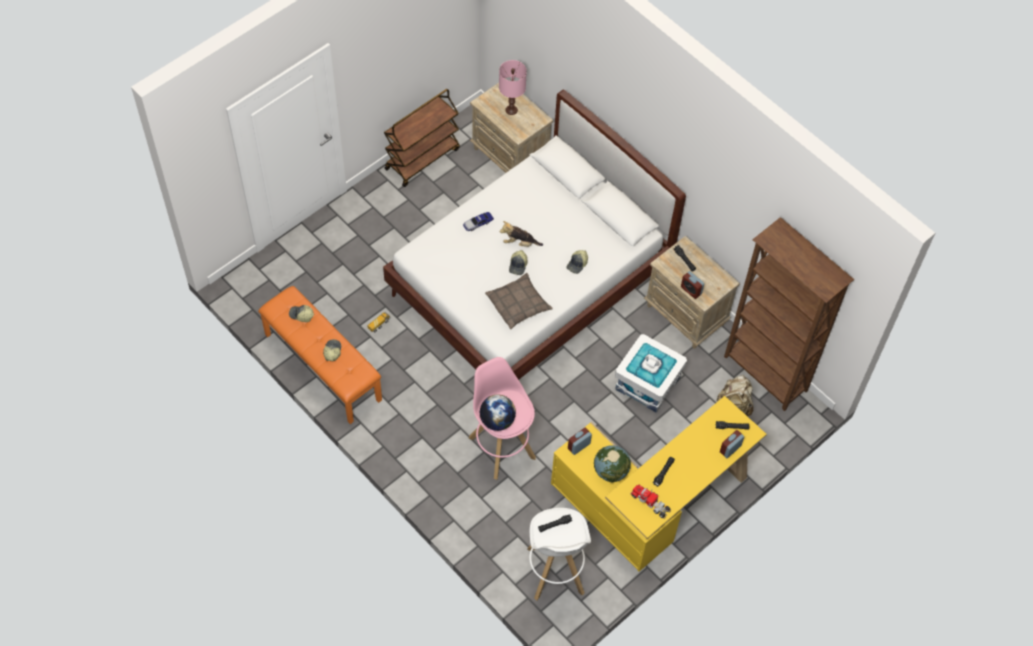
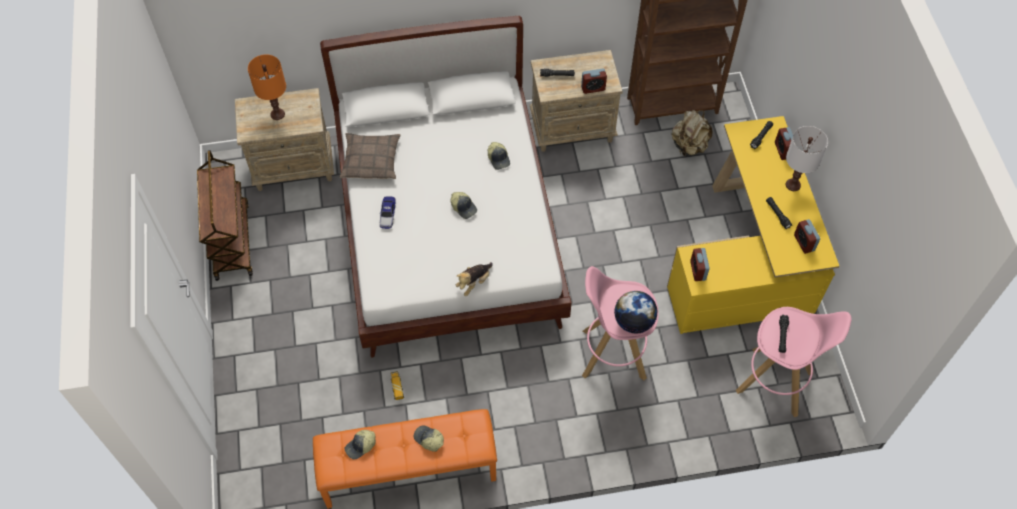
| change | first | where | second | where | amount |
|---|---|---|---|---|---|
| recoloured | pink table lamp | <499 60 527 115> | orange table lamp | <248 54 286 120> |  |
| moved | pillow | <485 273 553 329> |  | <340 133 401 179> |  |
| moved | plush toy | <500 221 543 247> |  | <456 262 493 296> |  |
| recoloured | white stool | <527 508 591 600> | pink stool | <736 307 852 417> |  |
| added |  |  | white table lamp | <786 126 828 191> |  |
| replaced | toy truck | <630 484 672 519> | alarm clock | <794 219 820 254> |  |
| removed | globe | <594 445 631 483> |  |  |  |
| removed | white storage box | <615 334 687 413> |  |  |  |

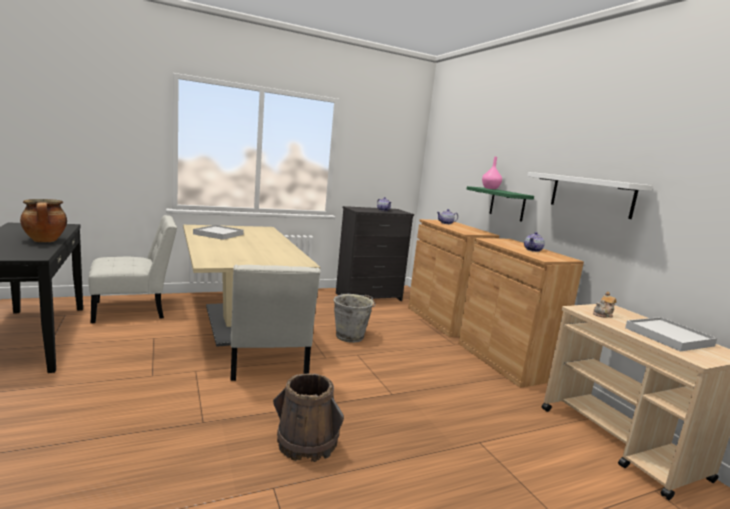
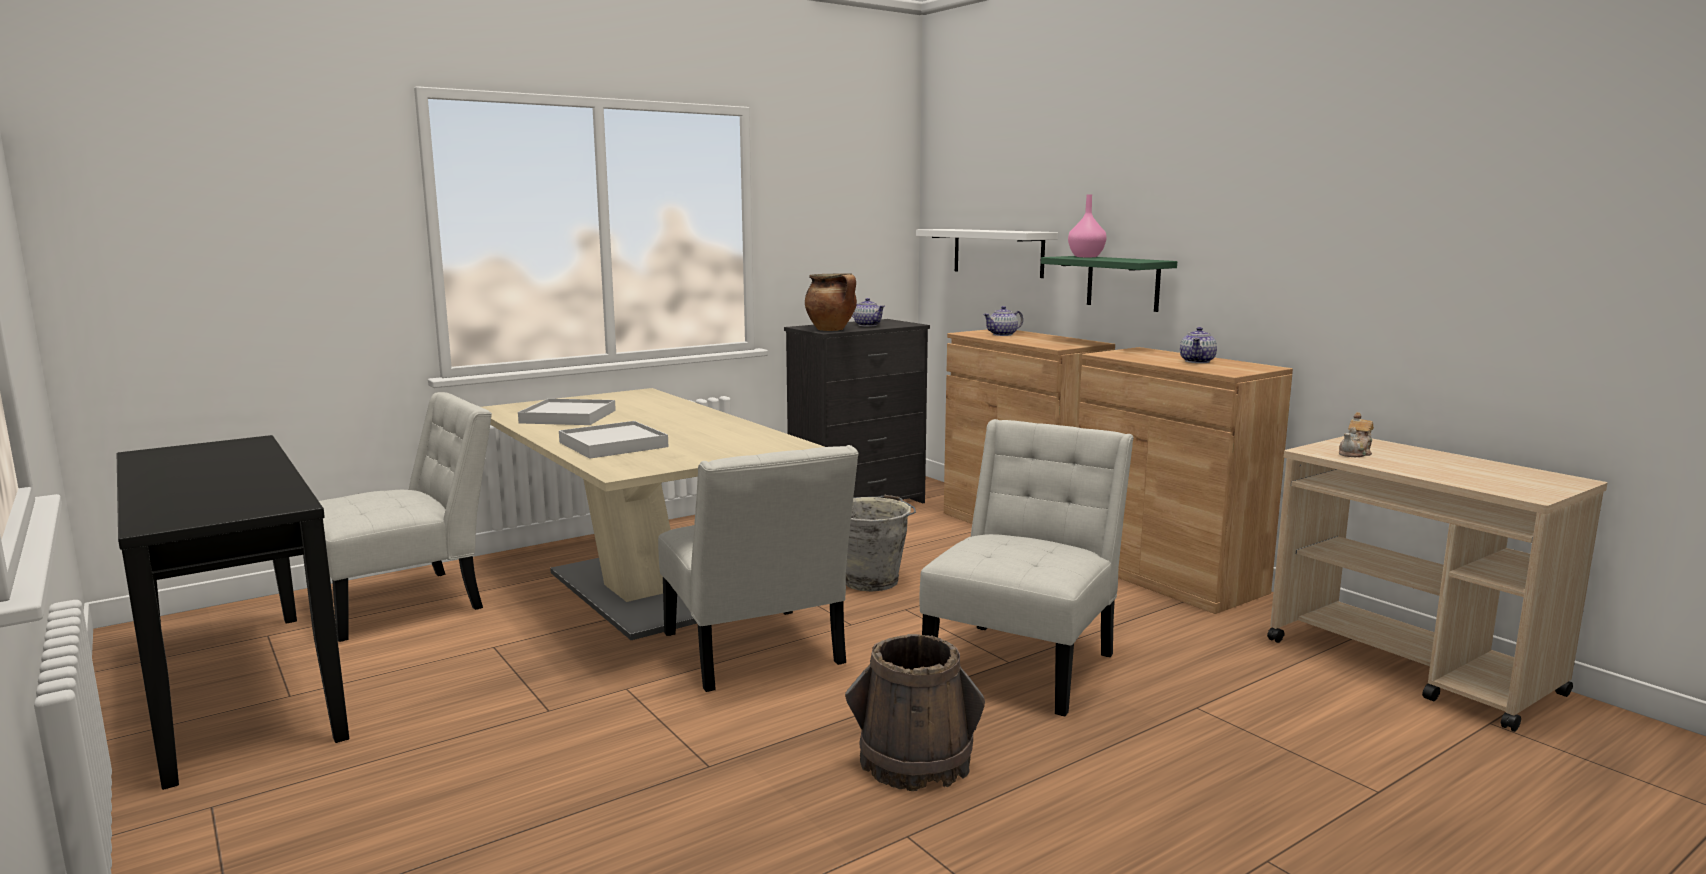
| change | first | where | second | where | amount |
|---|---|---|---|---|---|
| moved | white tray | <625 317 717 352> |  | <559 421 669 459> |  |
| moved | cooking pot | <20 199 67 242> |  | <805 273 857 331> |  |
| moved | white shelf | <527 172 653 219> |  | <916 229 1058 278> |  |
| added |  |  | white chair | <920 419 1134 717> |  |

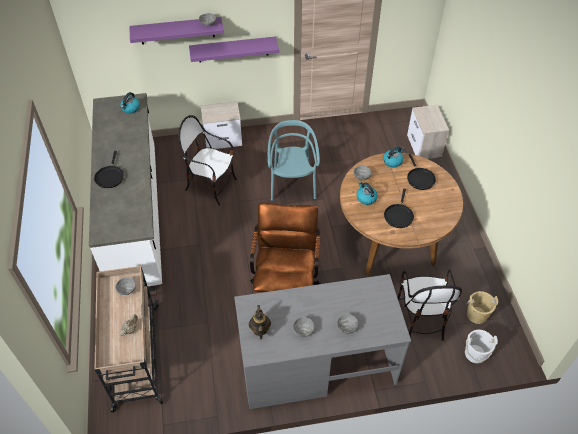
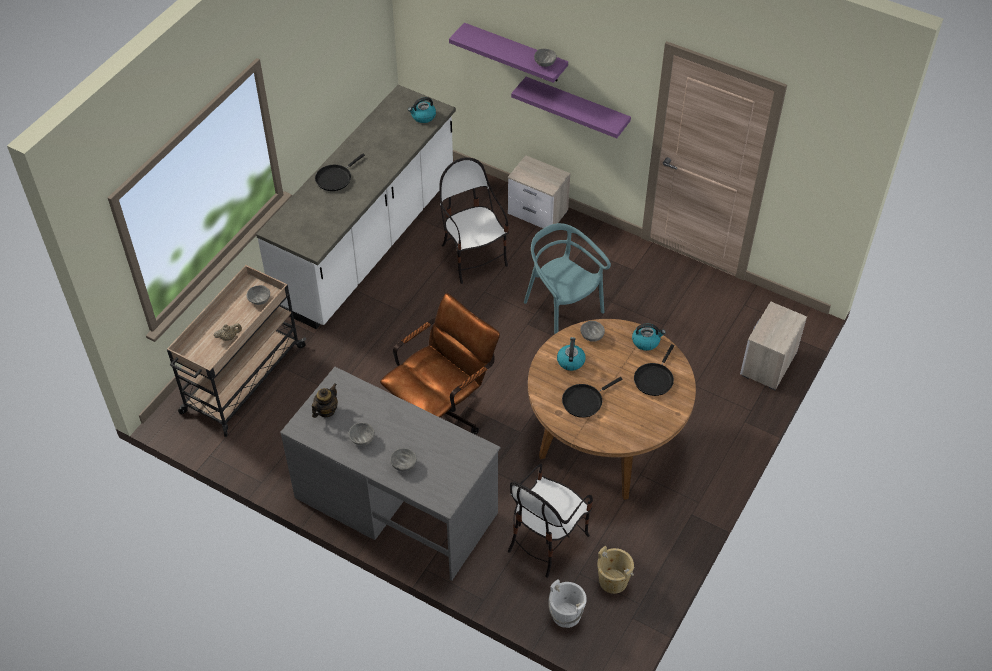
| change | first | where | second | where | amount |
|---|---|---|---|---|---|
| turned | turquoise chair | <268 120 320 201> |  | <524 223 611 334> | 75 degrees counterclockwise |

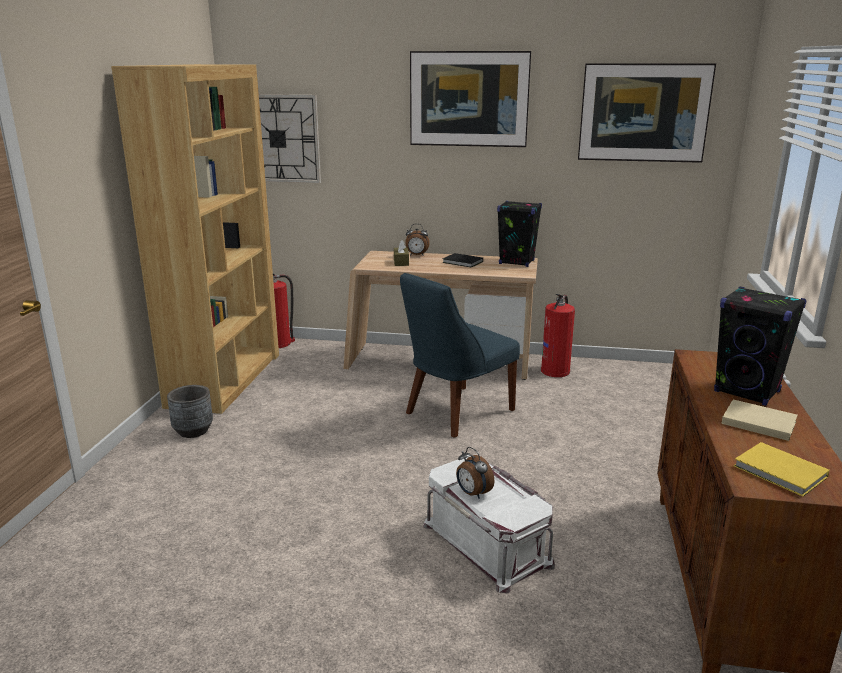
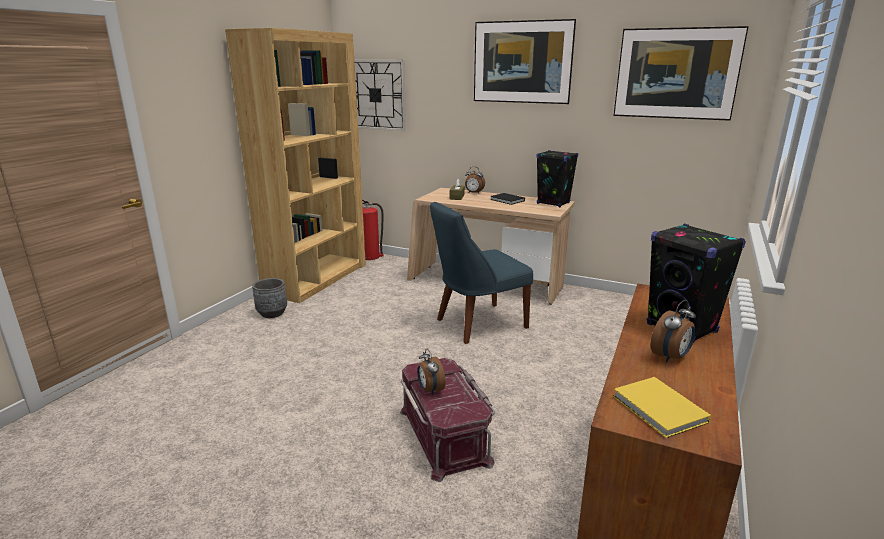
| change | first | where | second | where | amount |
|---|---|---|---|---|---|
| recoloured | white storage box | <423 456 555 593> | red storage box | <400 358 495 482> |  |
| replaced | beige book | <721 399 798 441> | alarm clock | <651 300 696 363> |  |
| removed | fire extinguisher | <541 294 575 377> |  |  |  |

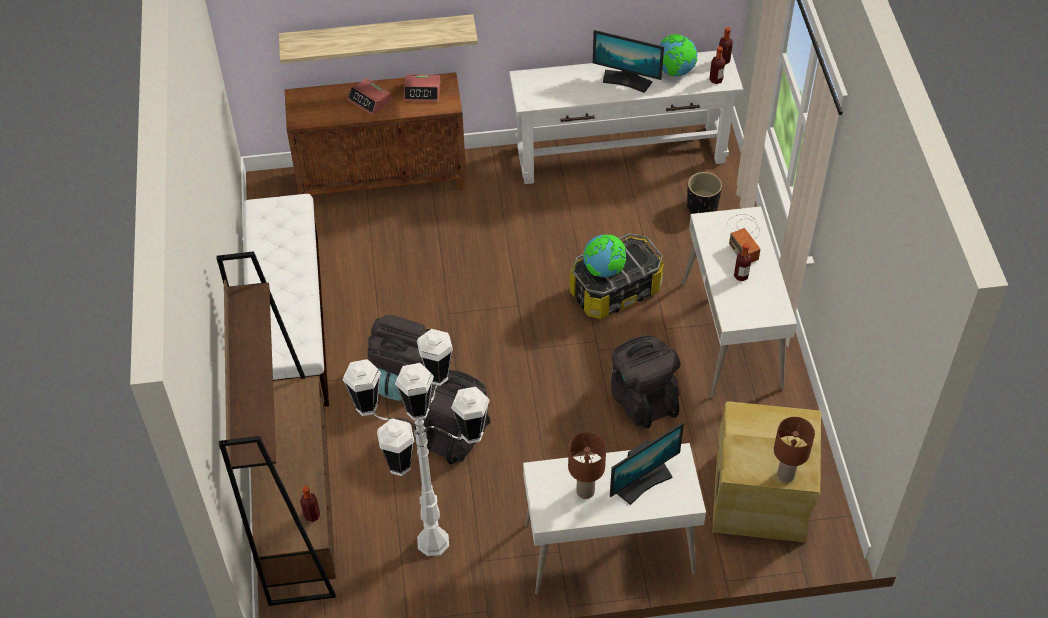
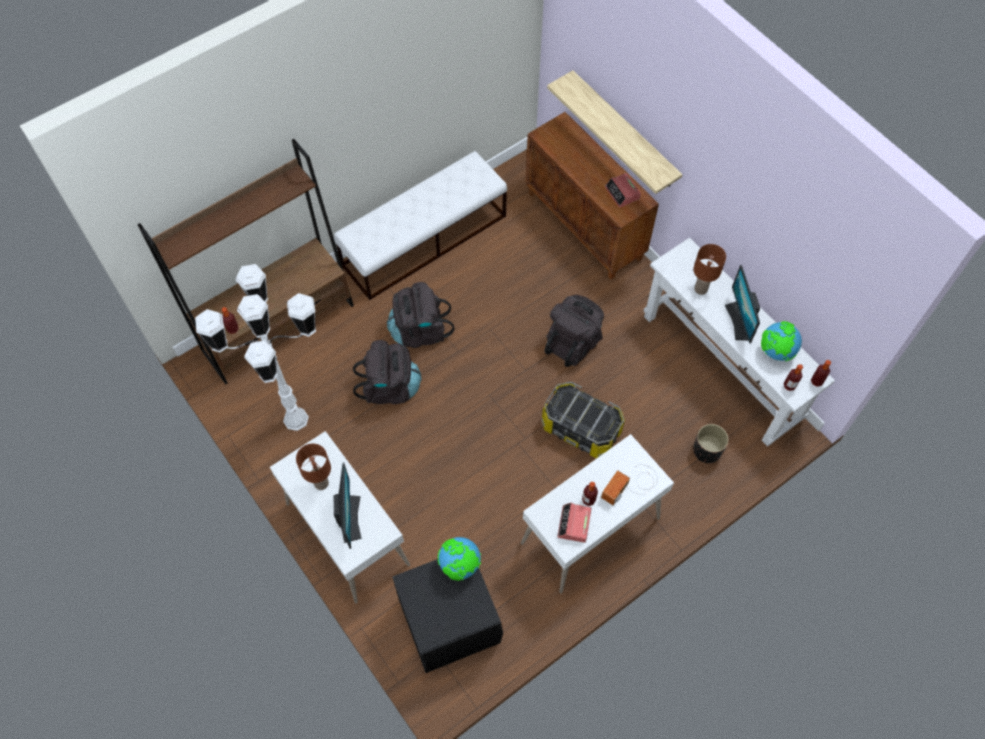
| change | first | where | second | where | amount |
|---|---|---|---|---|---|
| turned | monitor | <610 423 684 505> |  | <334 462 362 549> | 120 degrees counterclockwise |
| recoloured | beige storage box | <712 401 821 543> | black storage box | <392 559 503 673> |  |
| moved | globe | <583 234 626 277> |  | <438 537 481 581> |  |
| moved | black backpack | <611 335 680 428> |  | <544 295 604 367> |  |
| moved | alarm clock | <348 78 391 115> |  | <557 503 592 543> |  |
| moved | brown table lamp | <774 417 815 483> |  | <693 244 726 295> |  |

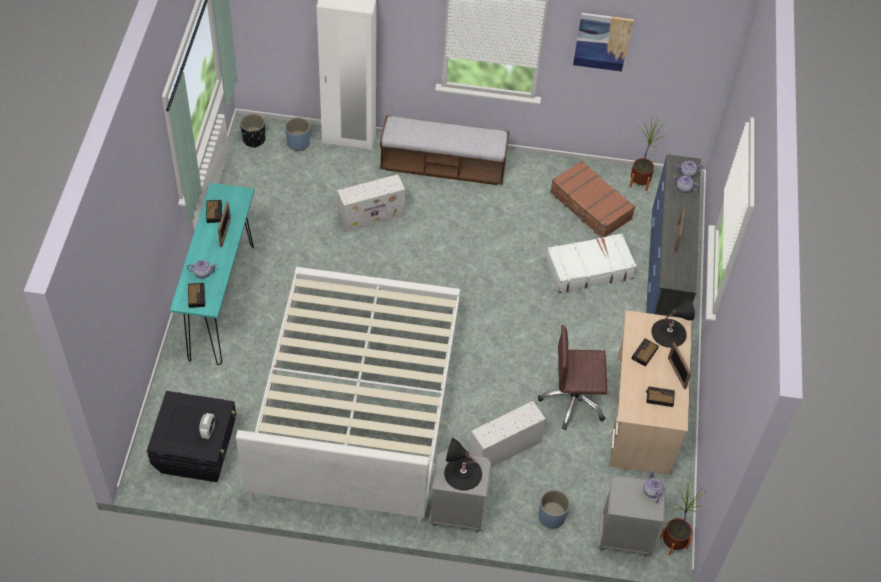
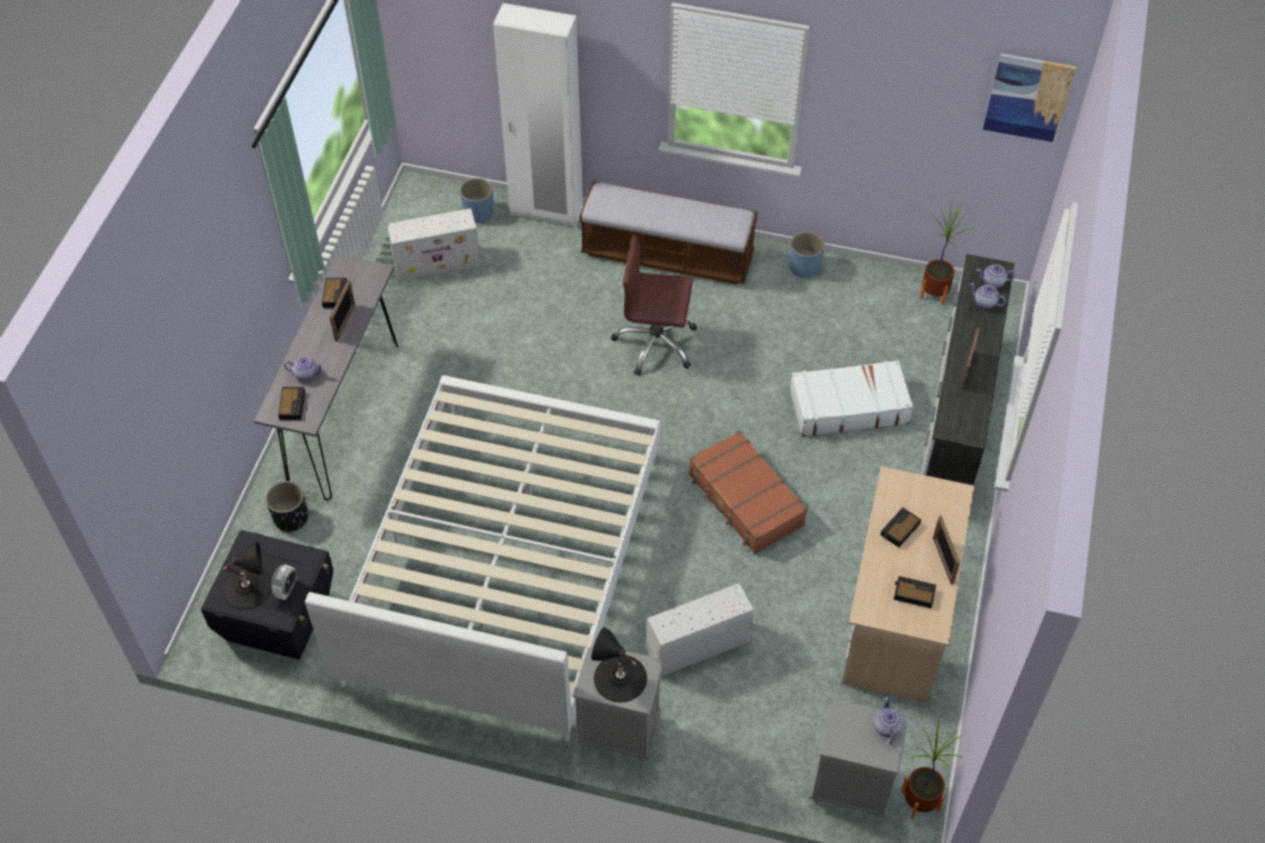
| change | first | where | second | where | amount |
|---|---|---|---|---|---|
| moved | black table lamp | <651 298 695 348> |  | <222 542 272 610> |  |
| recoloured | turquoise console table | <170 183 254 365> | grey console table | <254 254 398 500> |  |
| moved | black planter | <240 113 265 148> |  | <265 481 308 532> |  |
| moved | white storage box | <337 174 405 233> |  | <387 208 481 281> |  |
| moved | brown office chair | <538 325 607 430> |  | <611 235 697 375> |  |
| moved | brown suitcase | <550 161 635 238> |  | <689 430 808 554> |  |
| moved | blue planter | <538 490 570 529> |  | <790 232 825 279> |  |
| recoloured | blue dresser | <646 154 701 318> | white dresser | <921 254 1015 485> |  |
| moved | picture | <573 13 634 72> |  | <983 53 1076 142> |  |

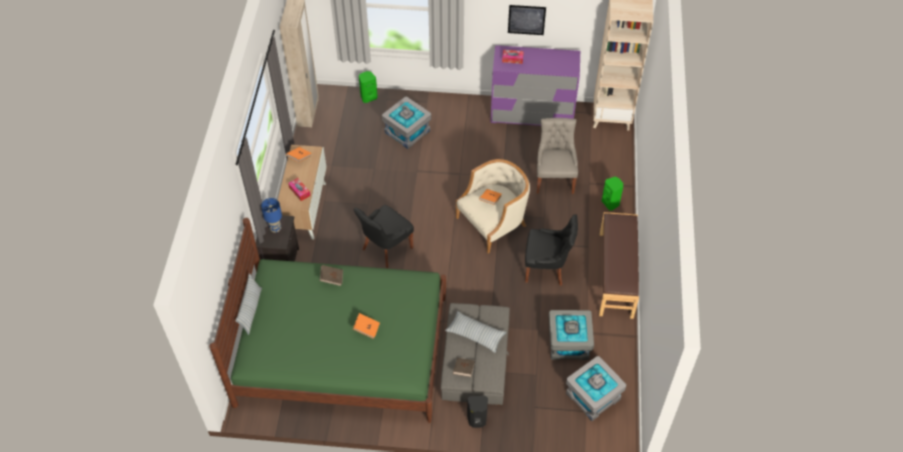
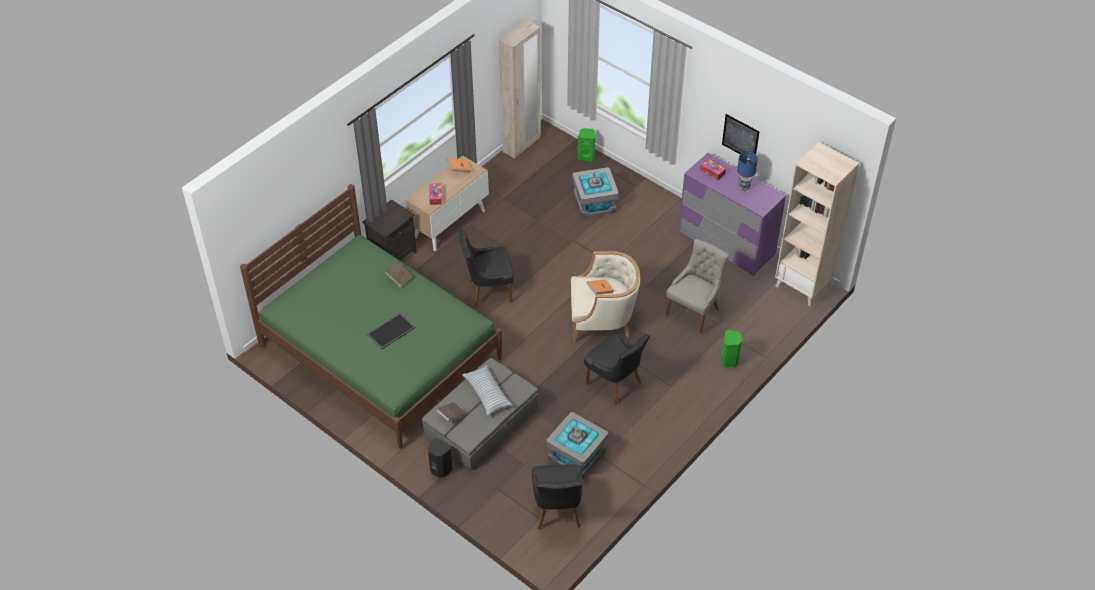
| change | first | where | second | where | amount |
|---|---|---|---|---|---|
| replaced | orange book | <353 313 380 339> | tray | <367 313 415 349> |  |
| replaced | grey storage box | <566 356 626 421> | black chair | <532 465 582 529> |  |
| moved | blue table lamp | <261 198 282 233> |  | <737 152 758 190> |  |
| removed | pillow | <235 273 262 335> |  |  |  |
| removed | brown bench | <599 212 639 319> |  |  |  |

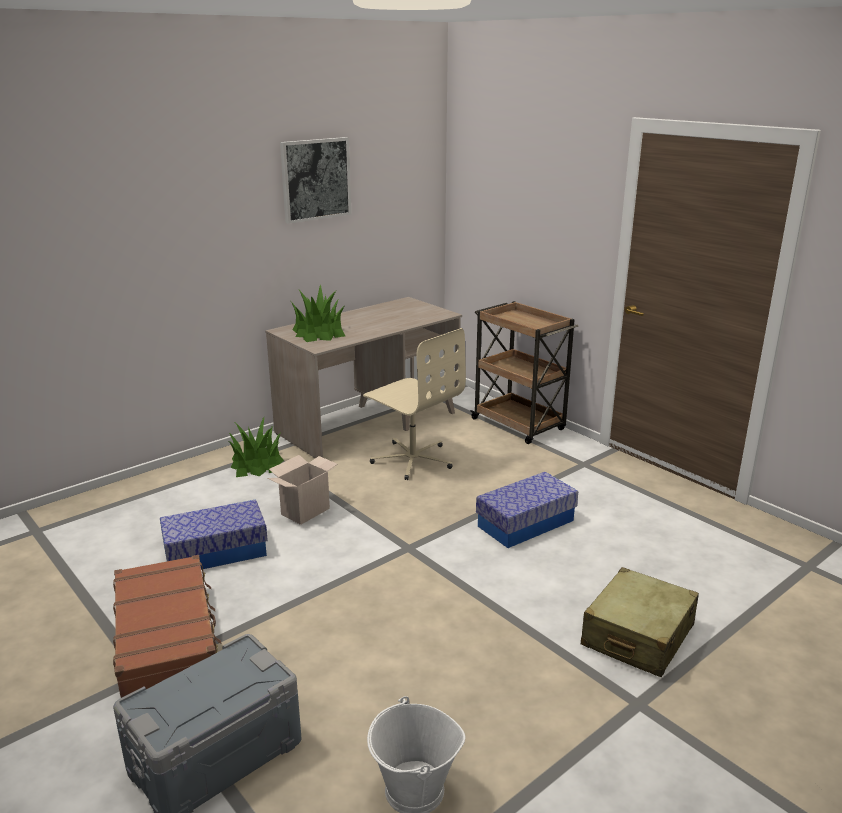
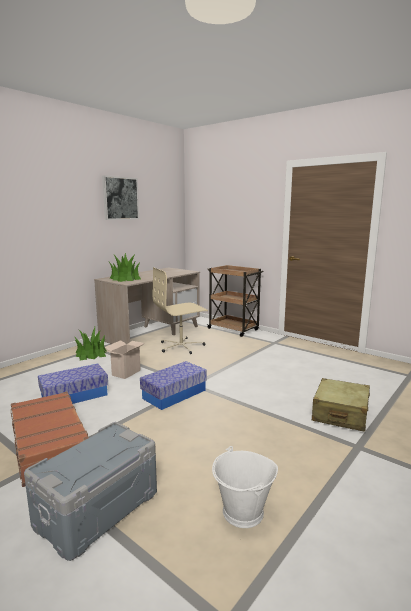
| change | first | where | second | where | amount |
|---|---|---|---|---|---|
| moved | storage box | <476 472 578 548> |  | <140 361 207 410> |  |
| turned | beige office chair | <363 328 466 480> |  | <153 267 208 354> | 120 degrees clockwise |

